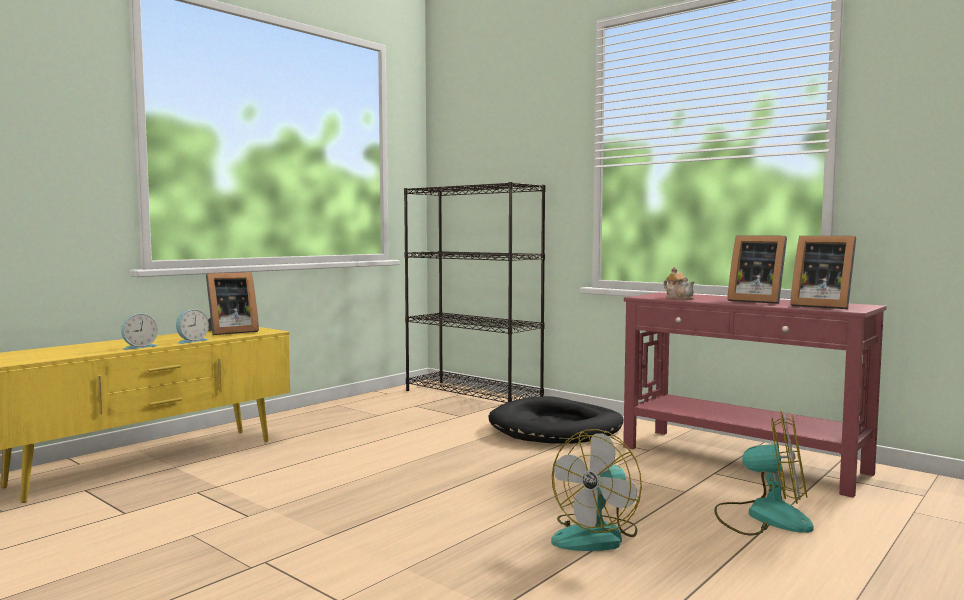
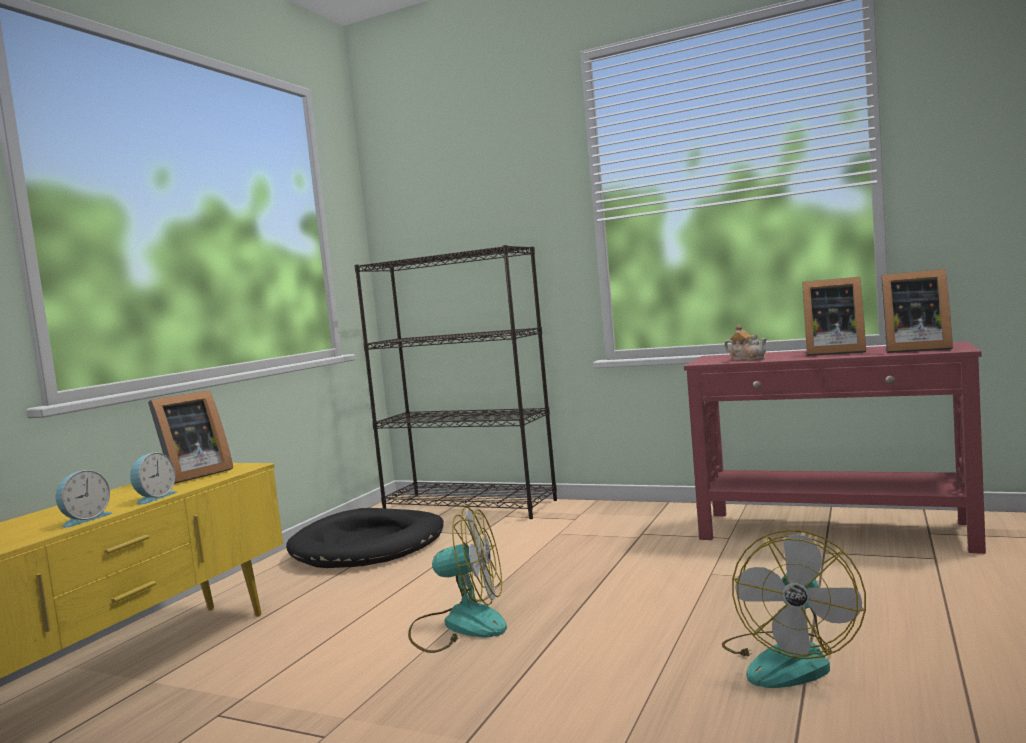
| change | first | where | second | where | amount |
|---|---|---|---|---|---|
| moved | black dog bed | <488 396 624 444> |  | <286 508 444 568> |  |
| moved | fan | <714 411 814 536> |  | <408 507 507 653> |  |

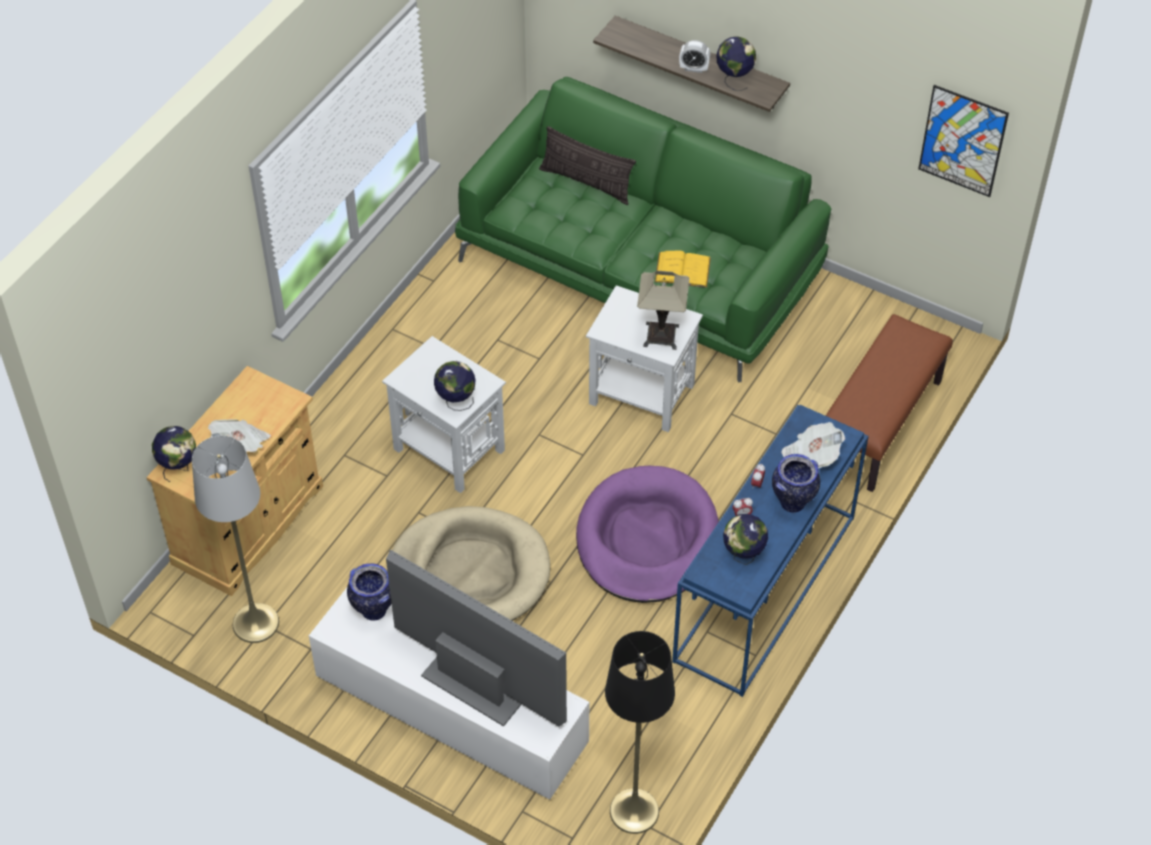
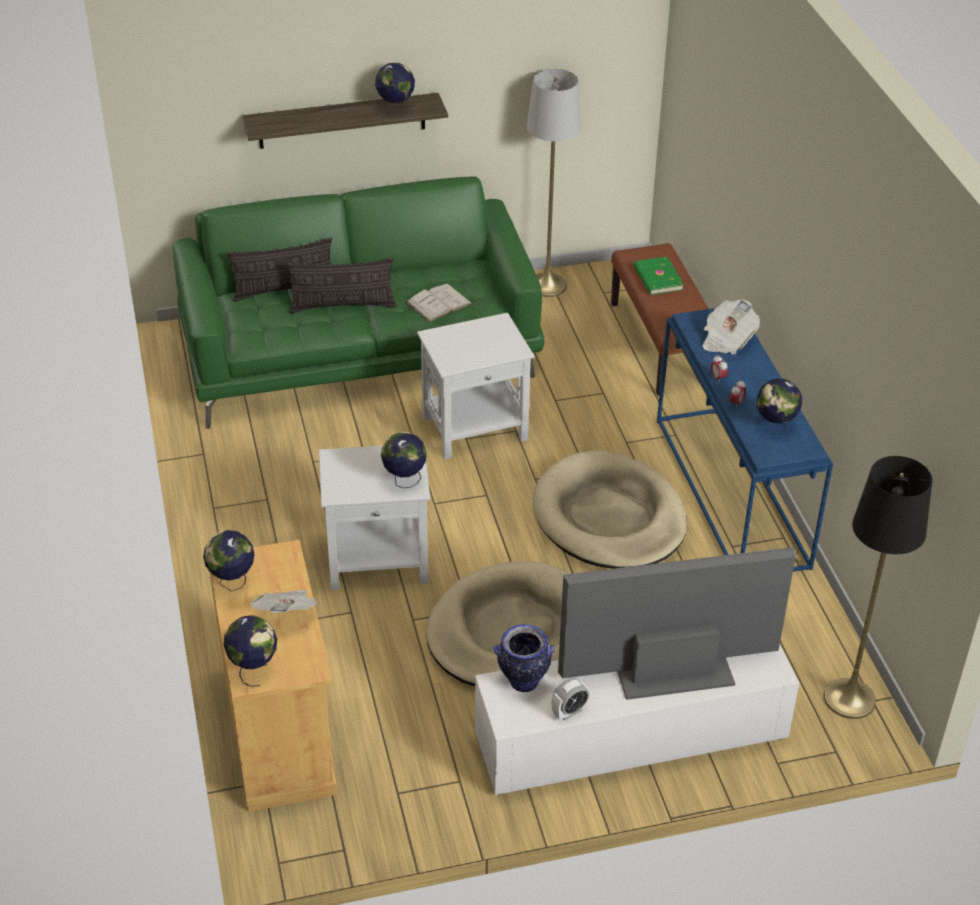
| change | first | where | second | where | amount |
|---|---|---|---|---|---|
| added |  |  | globe | <203 530 255 591> |  |
| added |  |  | pillow | <287 257 397 313> |  |
| recoloured | yellow book | <655 250 711 288> | white book | <406 284 472 322> |  |
| moved | grey floor lamp | <192 436 279 643> |  | <527 69 581 297> |  |
| recoloured | purple dog bed | <576 466 719 603> | beige dog bed | <533 450 687 569> |  |
| moved | alarm clock | <679 40 711 73> |  | <552 678 590 720> |  |
| added |  |  | green book | <634 256 684 295> |  |
| removed | table lamp | <637 271 689 350> |  |  |  |
| removed | vase | <772 454 820 513> |  |  |  |
| removed | picture | <918 85 1009 197> |  |  |  |

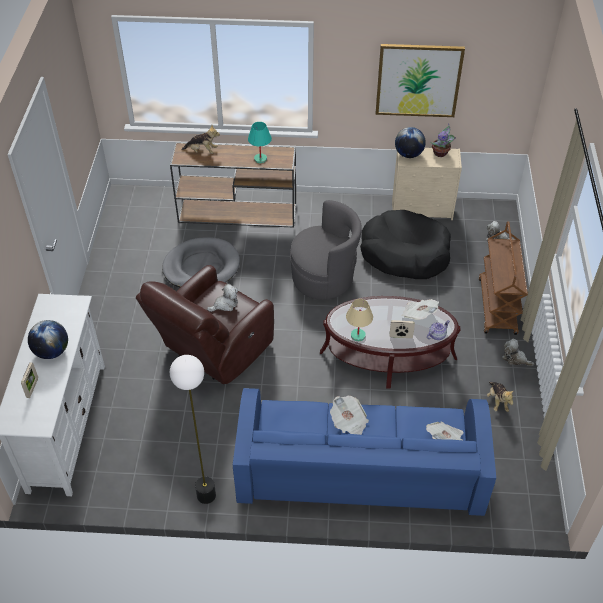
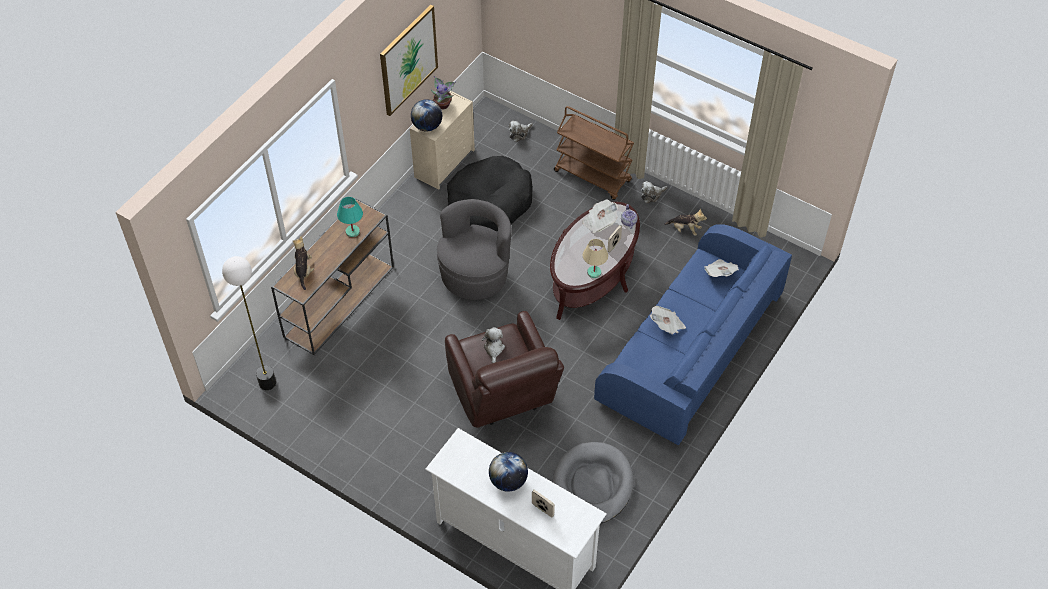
| change | first | where | second | where | amount |
|---|---|---|---|---|---|
| moved | floor lamp | <170 355 216 504> |  | <222 256 276 390> |  |
| turned | plush toy | <181 125 220 154> |  | <293 236 314 290> | 45 degrees counterclockwise |
| moved | grey dog bed | <162 237 240 287> |  | <553 442 634 524> |  |

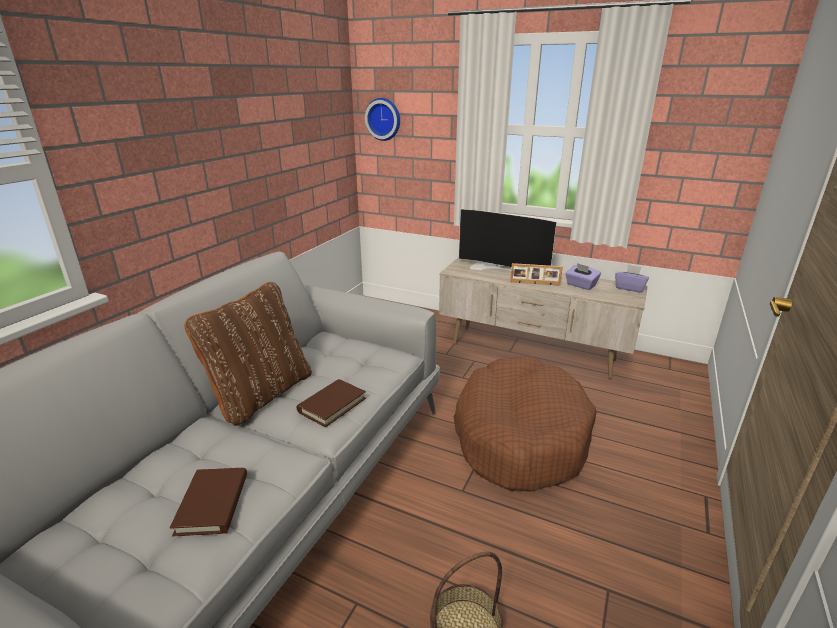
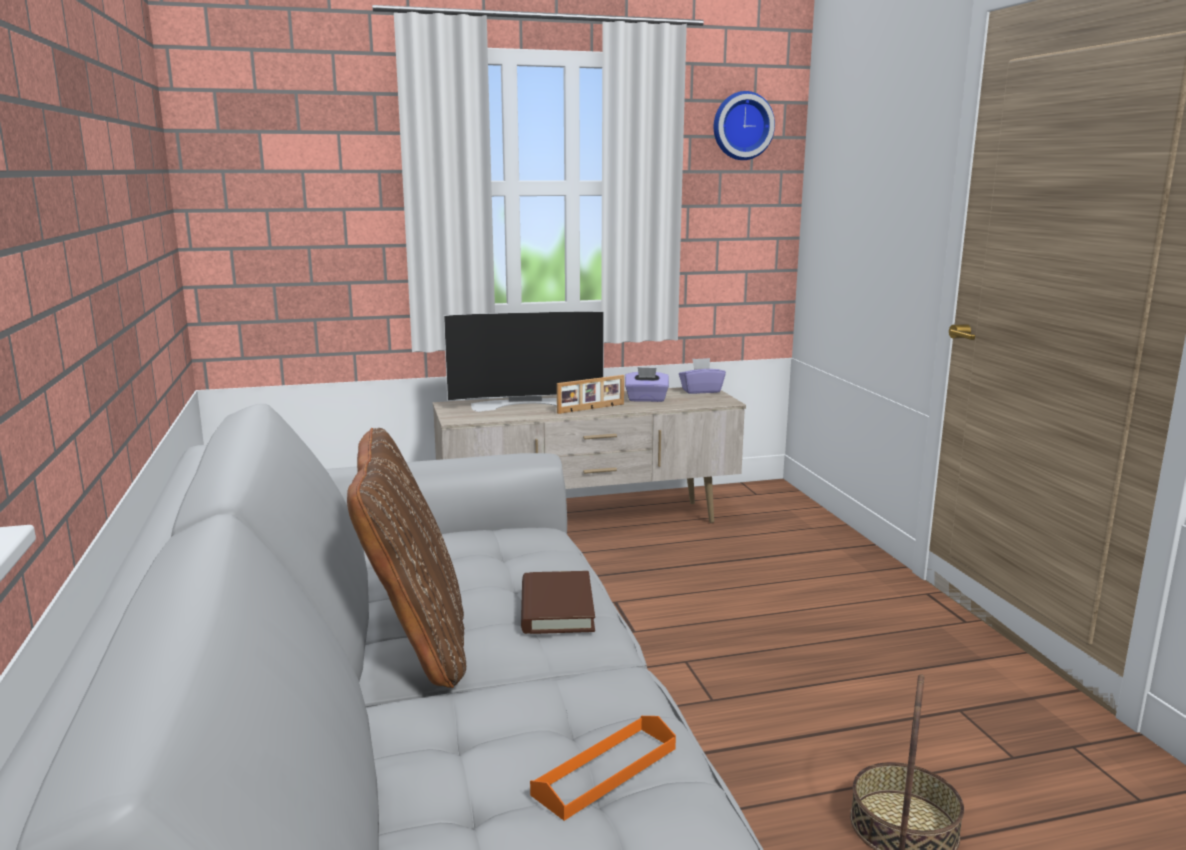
| change | first | where | second | where | amount |
|---|---|---|---|---|---|
| replaced | brown book | <170 468 247 536> | orange tray | <530 716 676 821> |  |
| moved | wall clock | <365 98 400 141> |  | <714 91 775 160> |  |
| removed | brown dog bed | <454 357 596 492> |  |  |  |

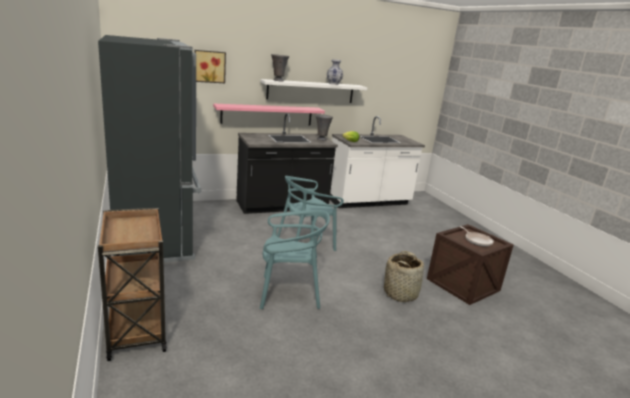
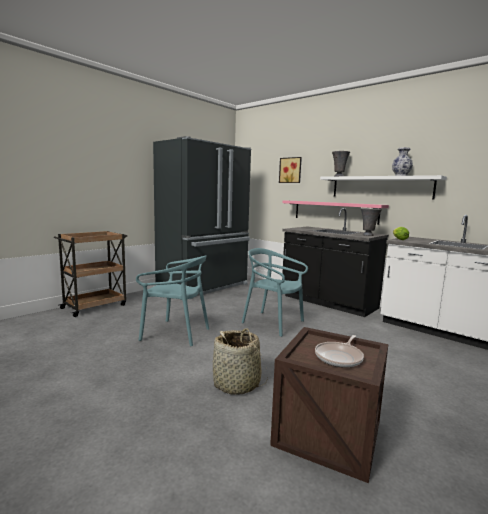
| change | first | where | second | where | amount |
|---|---|---|---|---|---|
| turned | turquoise chair | <260 210 330 309> |  | <136 255 209 346> | 45 degrees counterclockwise |

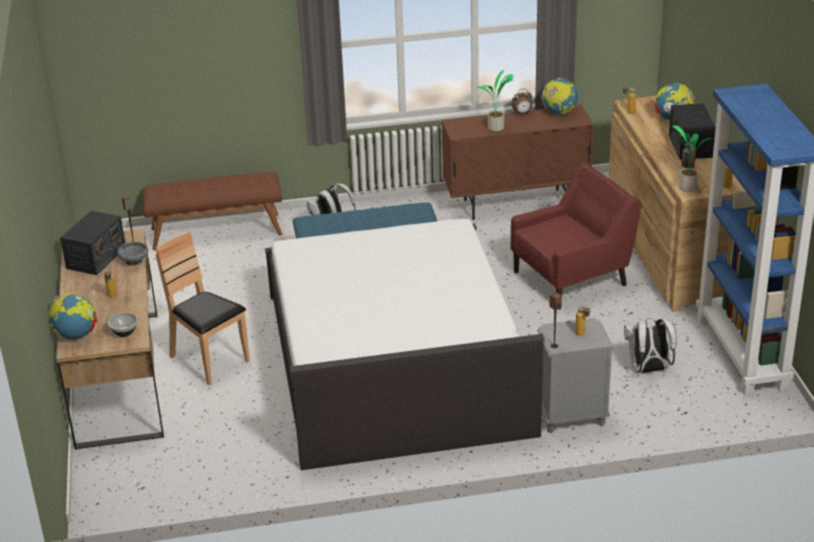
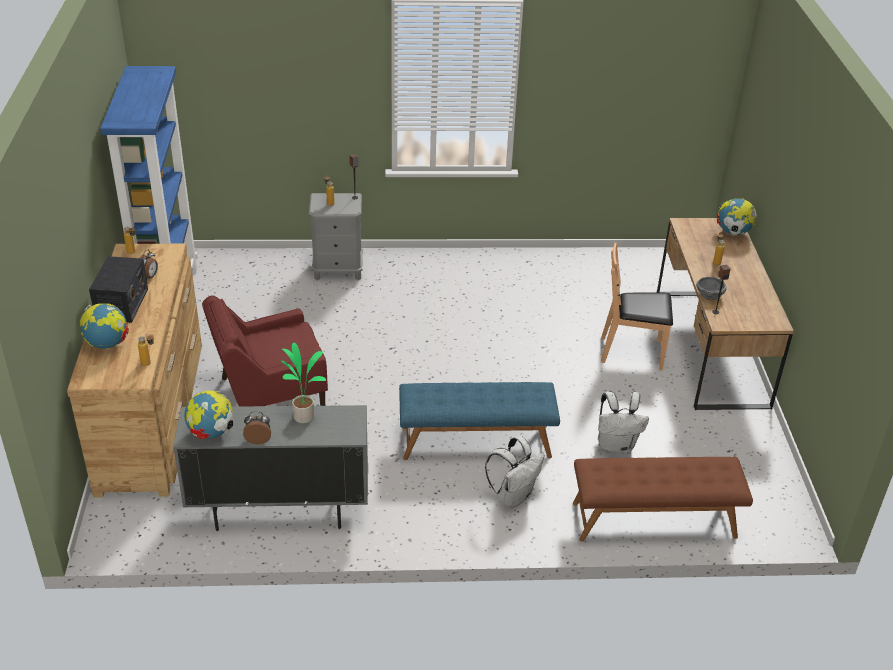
| change | first | where | second | where | amount |
|---|---|---|---|---|---|
| recoloured | brown cabinet | <442 105 594 220> | grey cabinet | <173 405 368 531> |  |
| moved | white backpack | <624 318 677 373> |  | <598 392 649 453> |  |
| turned | brown chair | <155 231 250 385> |  | <601 243 673 370> | 135 degrees clockwise |
| removed | radio | <60 211 125 275> |  |  |  |
| removed | bowl | <108 312 138 337> |  |  |  |
| removed | white bed | <265 219 545 470> |  |  |  |
| removed | potted plant | <671 125 714 192> |  |  |  |

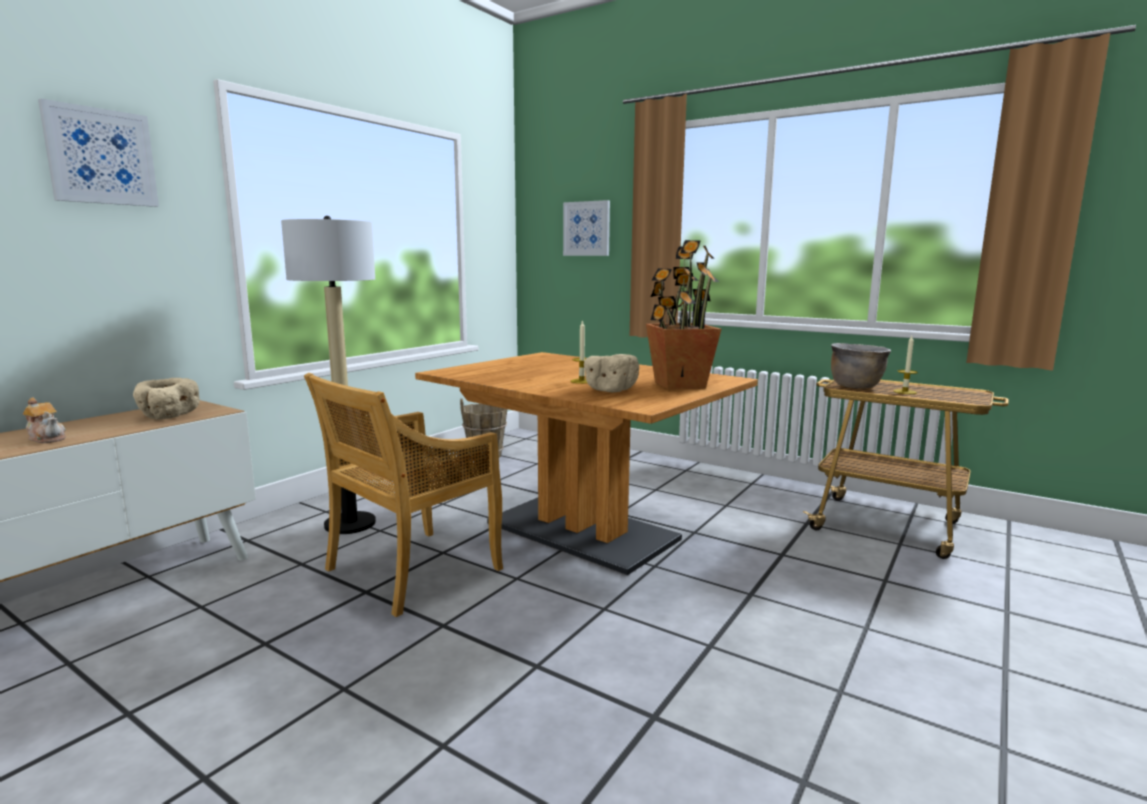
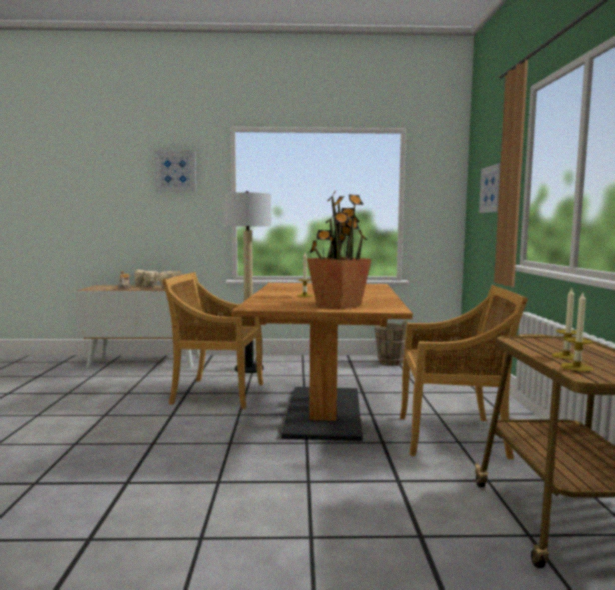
| change | first | where | second | where | amount |
|---|---|---|---|---|---|
| moved | beige bowl | <584 354 639 392> |  | <134 270 159 287> |  |
| added |  |  | beige chair | <400 285 528 460> |  |
| added |  |  | candle | <561 293 593 372> |  |
| removed | brown cooking pot | <831 343 891 389> |  |  |  |

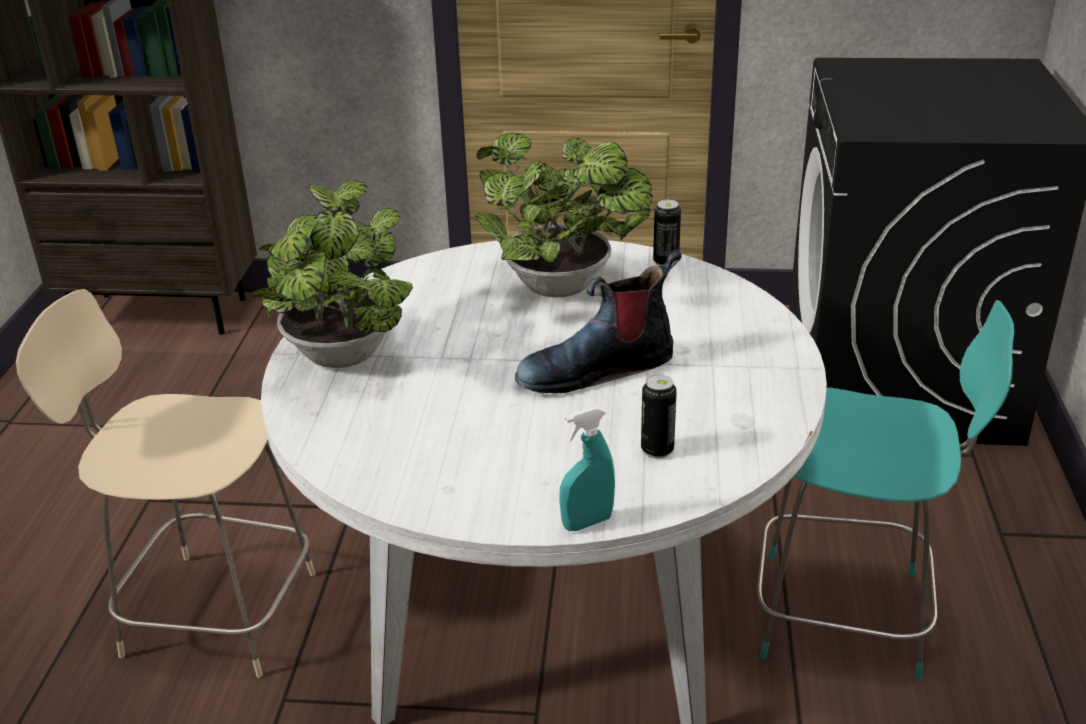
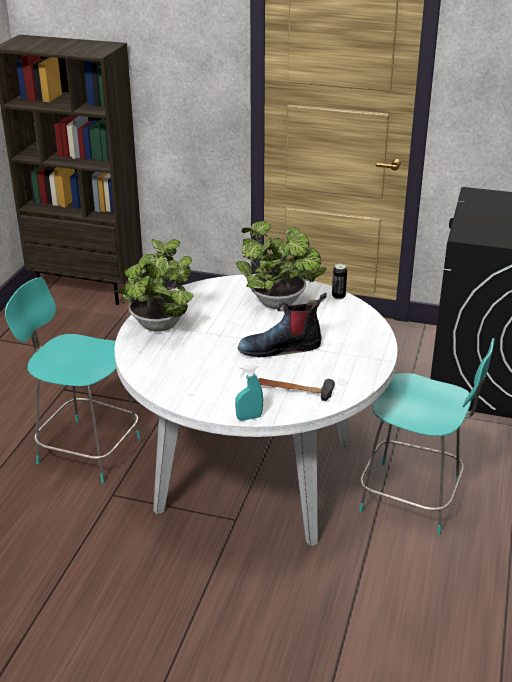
| change | first | where | second | where | amount |
|---|---|---|---|---|---|
| recoloured | beige chair | <16 289 316 677> | turquoise chair | <5 277 141 483> |  |
| replaced | can | <641 374 677 459> | hammer | <258 378 335 401> |  |

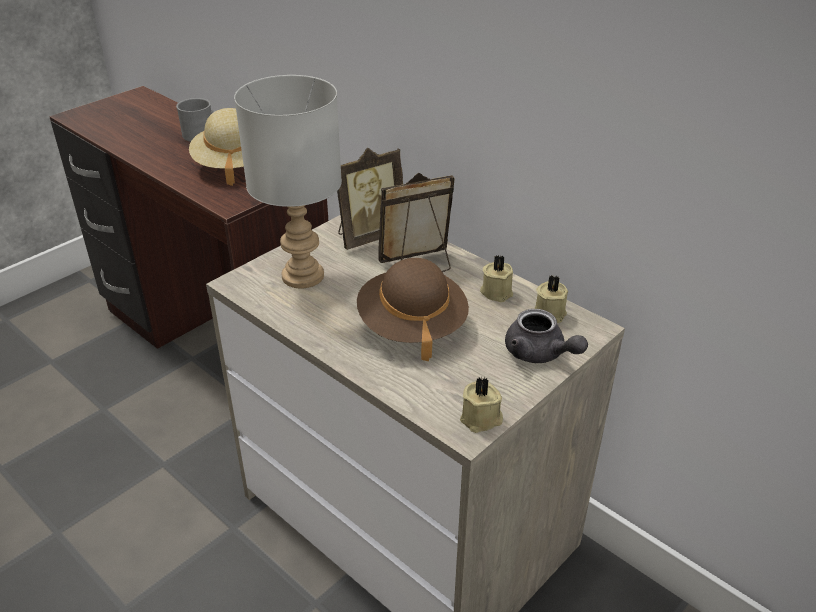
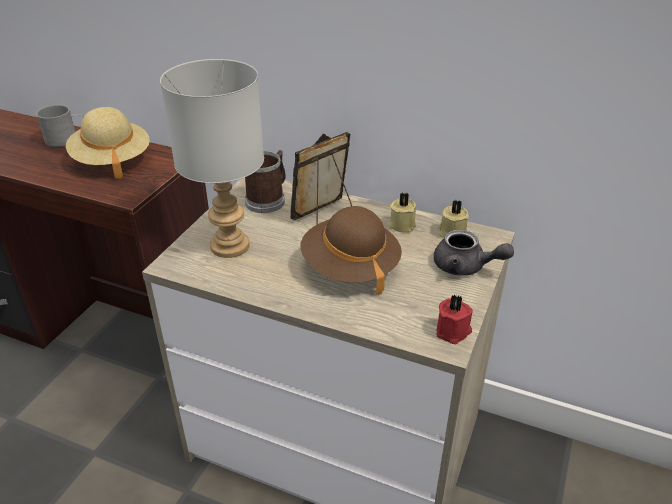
| change | first | where | second | where | amount |
|---|---|---|---|---|---|
| replaced | picture frame | <337 148 403 250> | mug | <245 150 285 213> |  |
| recoloured | beige candle | <460 377 503 433> | red candle | <436 295 473 344> |  |

